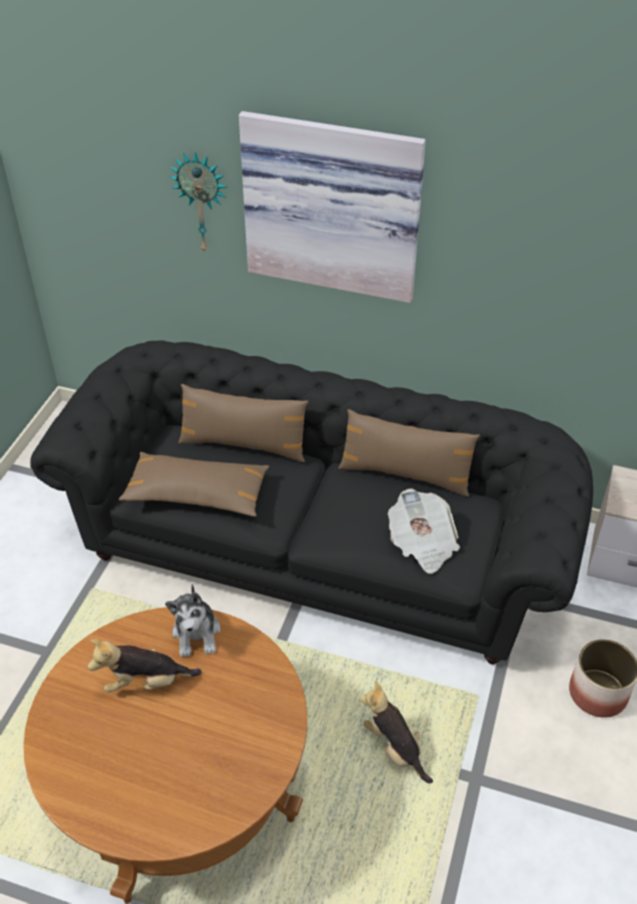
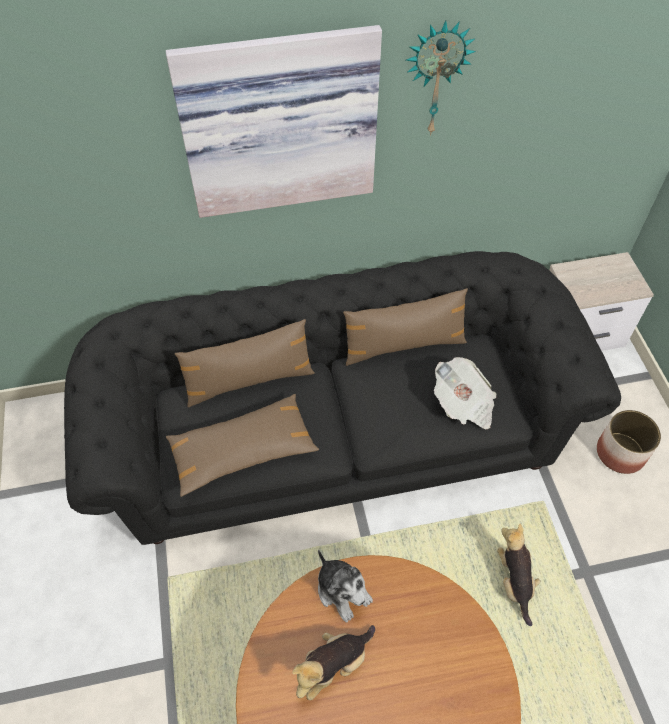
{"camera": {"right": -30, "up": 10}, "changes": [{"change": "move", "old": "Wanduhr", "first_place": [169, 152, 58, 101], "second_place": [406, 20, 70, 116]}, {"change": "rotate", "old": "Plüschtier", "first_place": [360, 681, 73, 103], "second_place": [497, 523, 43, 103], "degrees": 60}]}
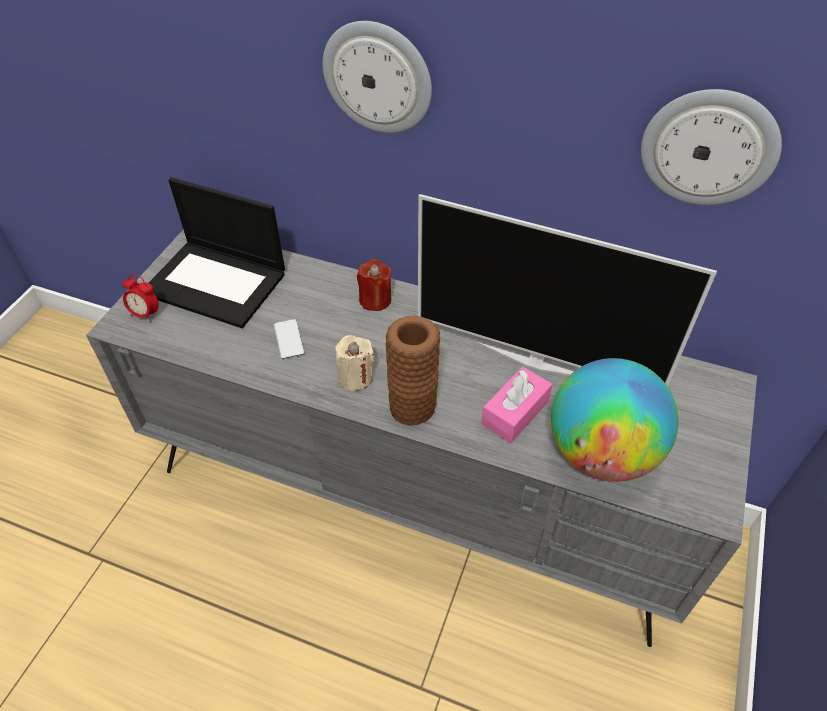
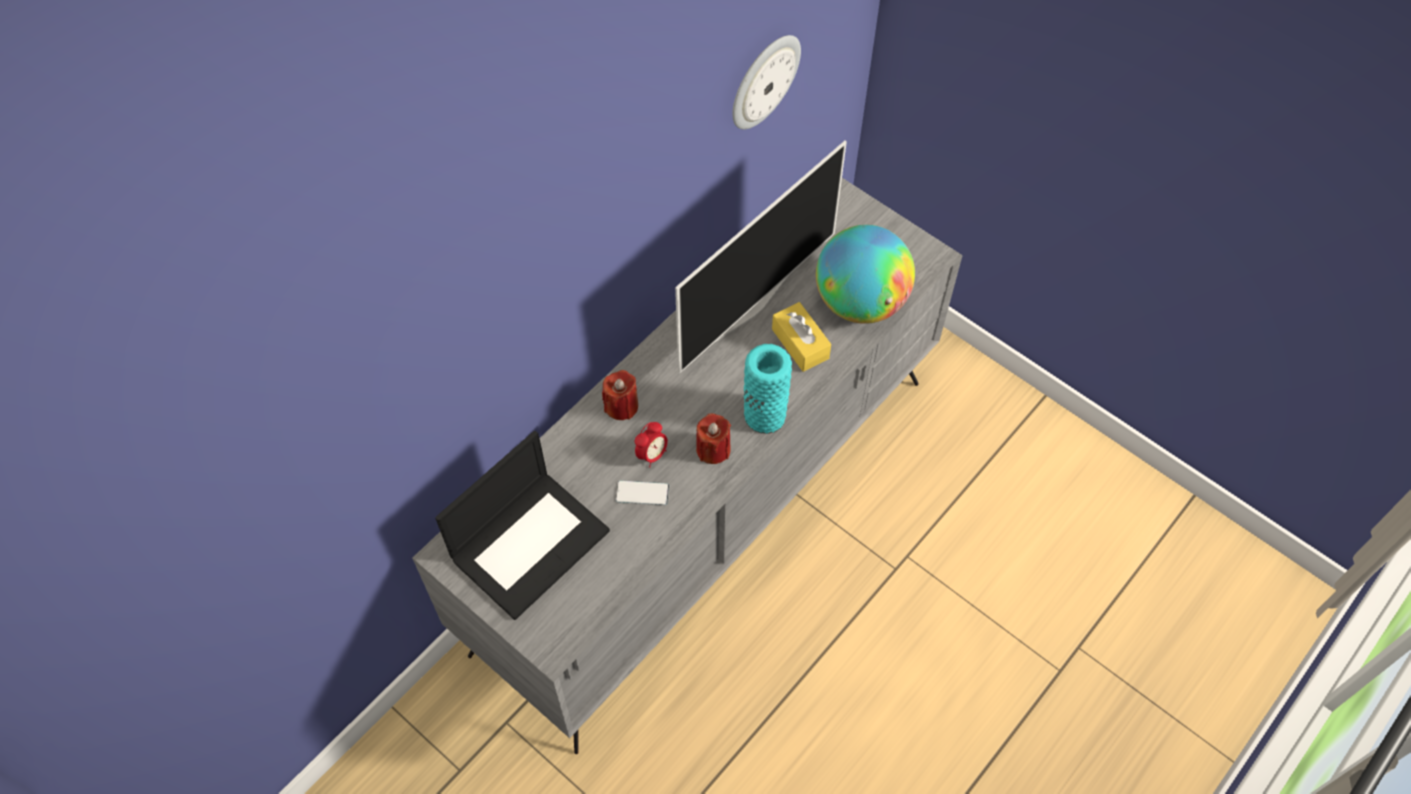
{"camera": {"right": -70, "up": 10}, "changes": [{"change": "delete", "old": "Wanduhr", "first_place": [323, 21, 109, 112]}, {"change": "move", "old": "Wecker", "first_place": [122, 274, 37, 48], "second_place": [635, 422, 33, 45]}, {"change": "recolor", "old": "Kerze (beige)", "new": "Kerze (rot)", "first_place": [335, 335, 39, 56], "second_place": [696, 413, 35, 51]}, {"change": "recolor", "old": "Vase (braun)", "new": "Vase (türkis)", "first_place": [386, 316, 54, 110], "second_place": [744, 344, 48, 90]}, {"change": "recolor", "old": "Taschentuchbox (rosa)", "new": "Taschentuchbox (gelb)", "first_place": [481, 367, 72, 76], "second_place": [772, 302, 59, 70]}]}
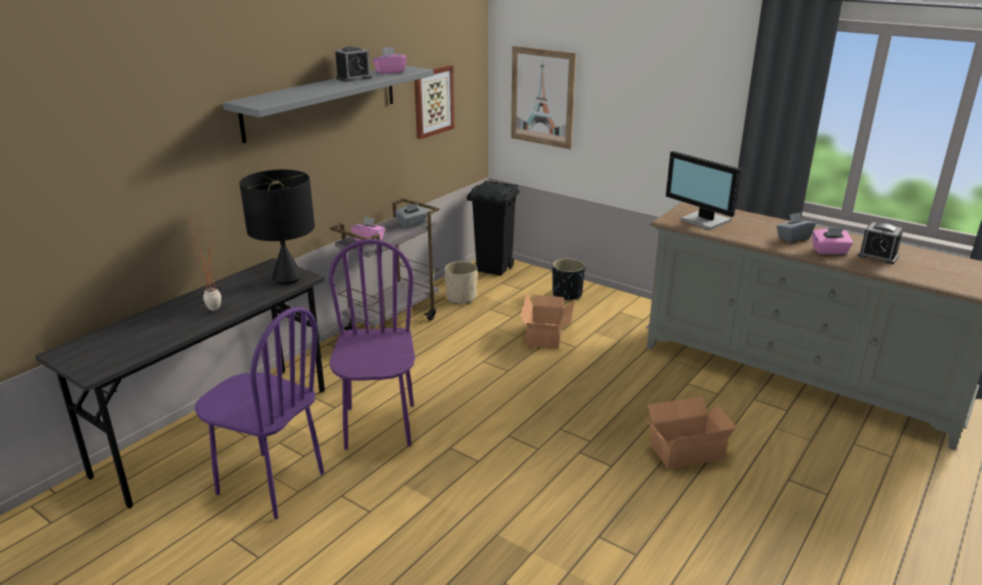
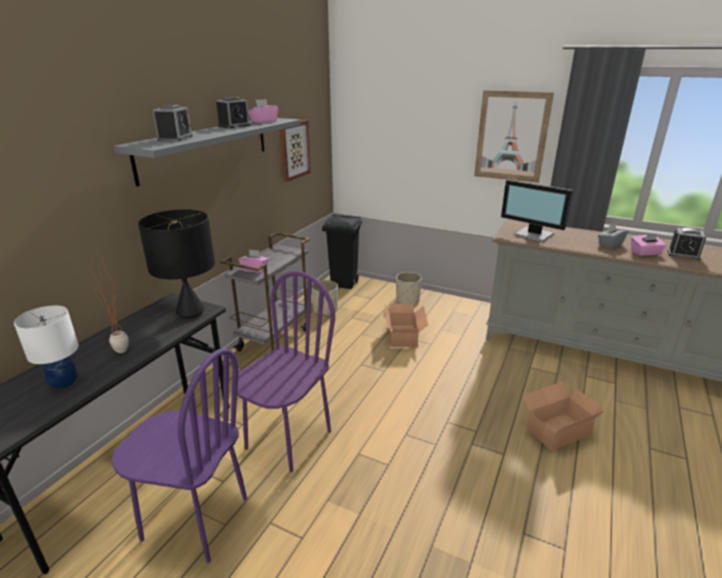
{"camera": {"right": -10, "up": 0}, "changes": [{"change": "delete", "old": "Taschentuchbox (grau)", "first_place": [395, 203, 32, 25]}, {"change": "insert", "new": "Tischlampe (weiß)", "second_place": [14, 306, 65, 83]}, {"change": "insert", "new": "Wecker", "second_place": [153, 105, 40, 37]}, {"change": "move", "old": "Bild", "first_place": [511, 46, 65, 103], "second_place": [474, 90, 80, 93]}, {"change": "recolor", "old": "Pflanzkübel (schwarz)", "new": "Pflanzkübel (beige)", "first_place": [552, 258, 33, 42], "second_place": [396, 272, 26, 32]}, {"change": "rotate", "old": "Stuhl (lila)", "first_place": [329, 239, 86, 211], "second_place": [237, 271, 98, 201], "degrees": 45}]}
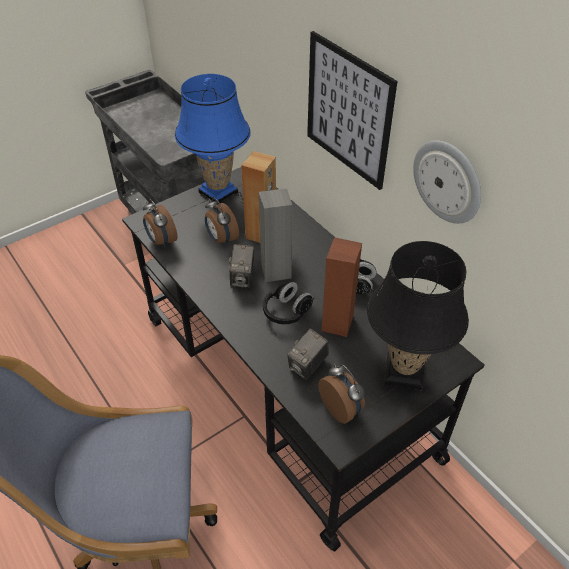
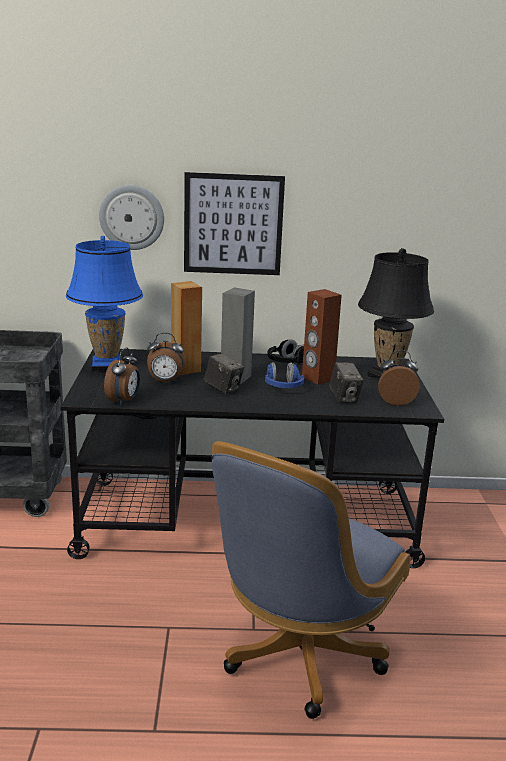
{"camera": {"right": -55, "up": -25}, "changes": [{"change": "move", "old": "Wanduhr", "first_place": [413, 140, 68, 84], "second_place": [99, 185, 65, 65]}, {"change": "recolor", "old": "Kopfhörer (schwarz)", "new": "Kopfhörer (blau)", "first_place": [263, 282, 52, 42], "second_place": [265, 362, 39, 26]}, {"change": "rotate", "old": "Wecker", "first_place": [143, 199, 35, 49], "second_place": [104, 347, 36, 58], "degrees": -75}]}
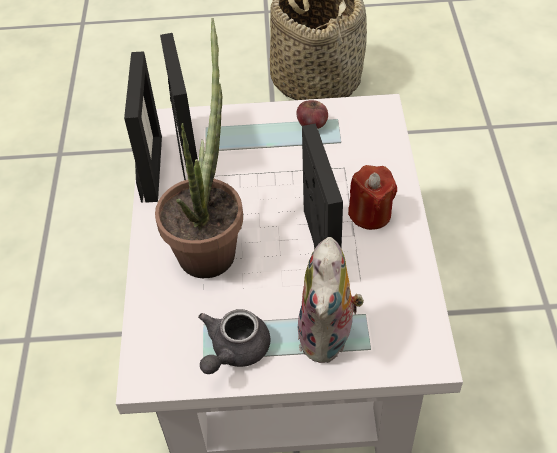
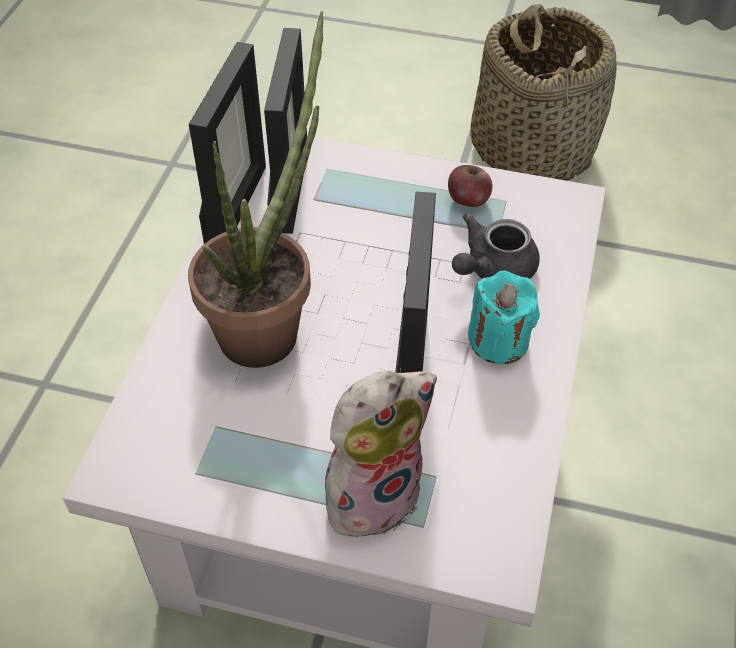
{"camera": {"right": 15, "up": 0}, "changes": [{"change": "move", "old": "Teekanne (grau)", "first_place": [198, 309, 72, 65], "second_place": [452, 213, 88, 66]}, {"change": "recolor", "old": "Kerze (rot)", "new": "Kerze (türkis)", "first_place": [348, 165, 49, 65], "second_place": [468, 271, 72, 93]}, {"change": "rotate", "old": "Plüschtier", "first_place": [298, 237, 66, 126], "second_place": [325, 371, 112, 173], "degrees": -150}]}
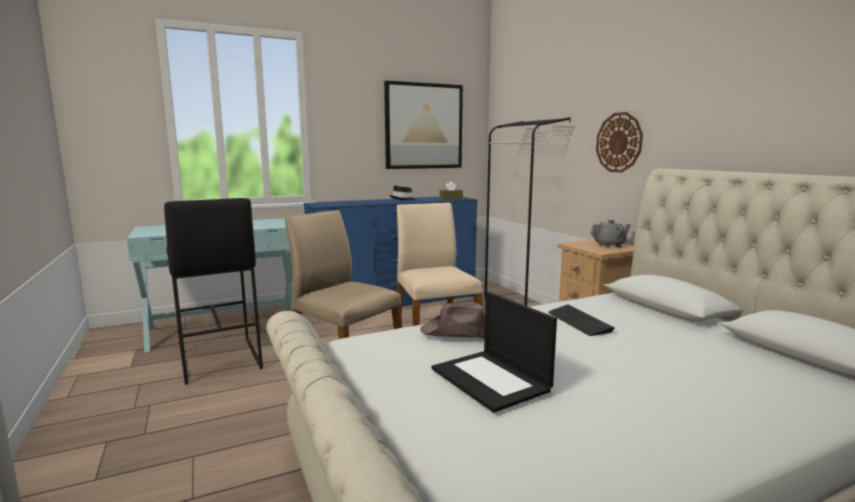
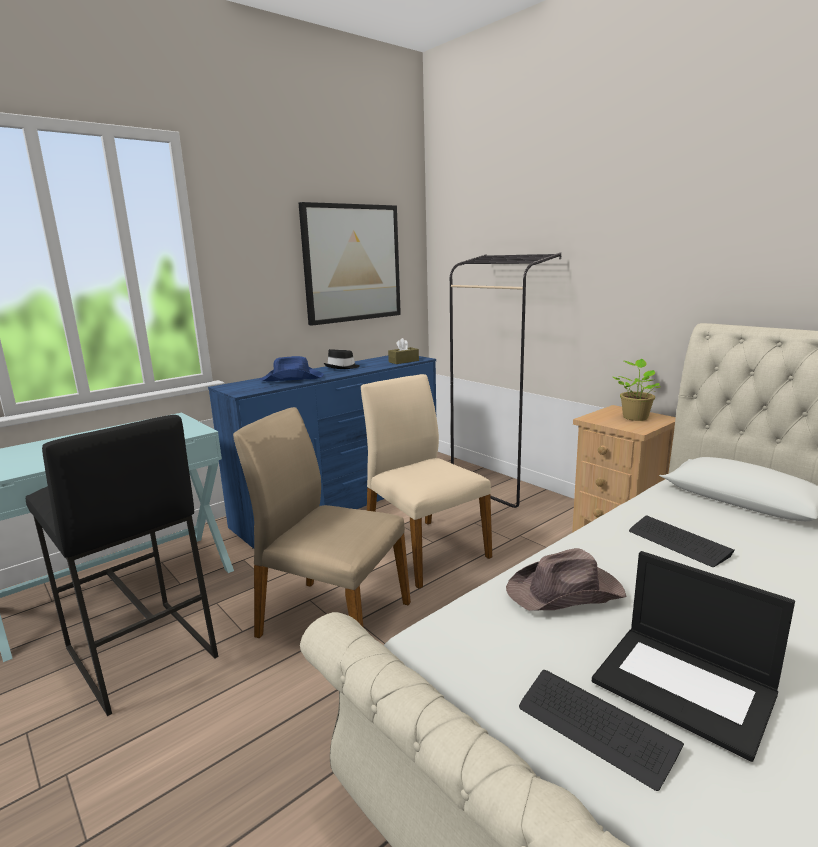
{"camera": {"right": -15, "up": 5}, "changes": [{"change": "delete", "old": "Wanduhr", "first_place": [596, 112, 47, 61]}, {"change": "insert", "new": "Hut (blau)", "second_place": [259, 356, 65, 26]}, {"change": "insert", "new": "Tastatur", "second_place": [519, 670, 165, 121]}, {"change": "replace", "old": "Teekanne (grau)", "new": "Topfpflanze", "first_place": [590, 219, 41, 29], "second_place": [613, 359, 47, 62]}]}
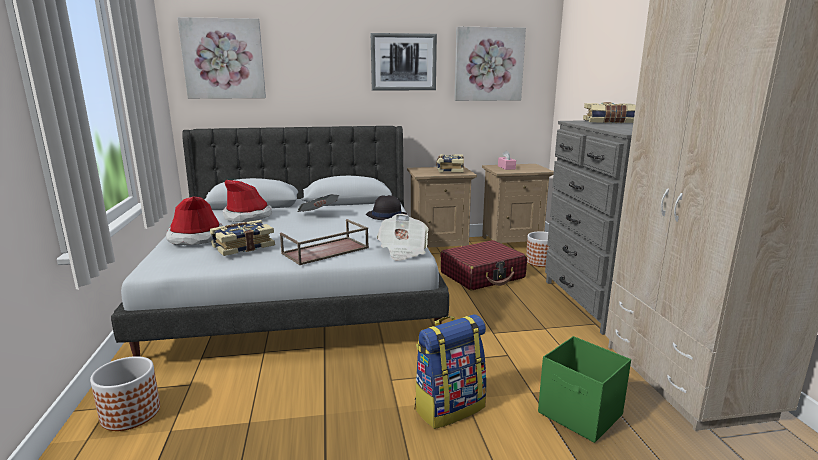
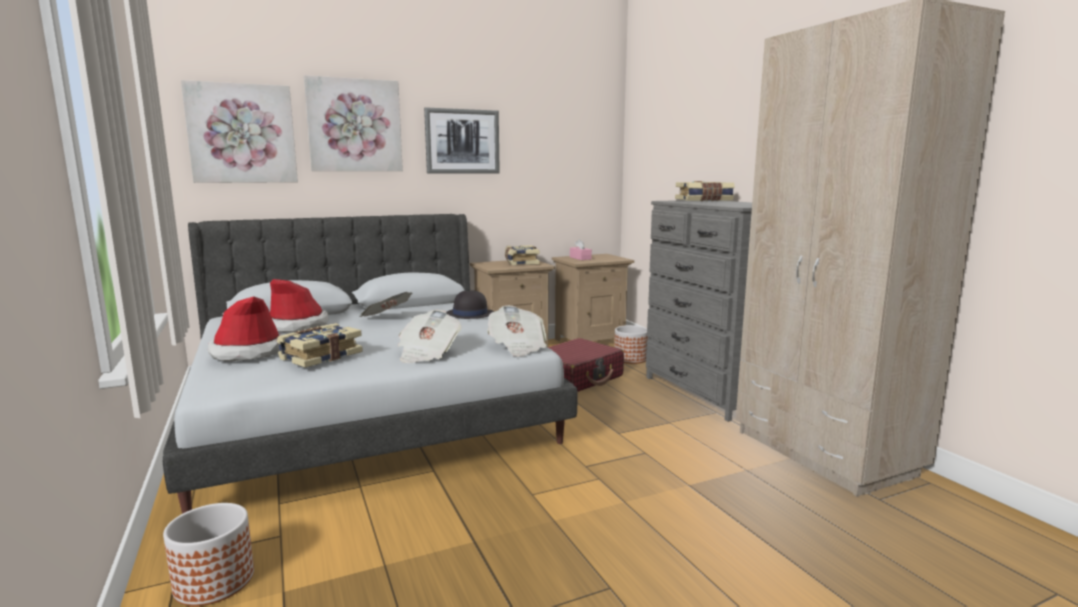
{"camera": {"right": -15, "up": -5}, "changes": [{"change": "delete", "old": "Rucksack", "first_place": [414, 314, 73, 115]}, {"change": "delete", "old": "Aufbewahrungsbox (grün)", "first_place": [538, 336, 93, 107]}, {"change": "move", "old": "Bild", "first_place": [454, 27, 72, 74], "second_place": [304, 75, 99, 96]}, {"change": "replace", "old": "Tablett (braun)", "new": "Zeitung", "first_place": [280, 219, 89, 46], "second_place": [398, 310, 63, 53]}]}
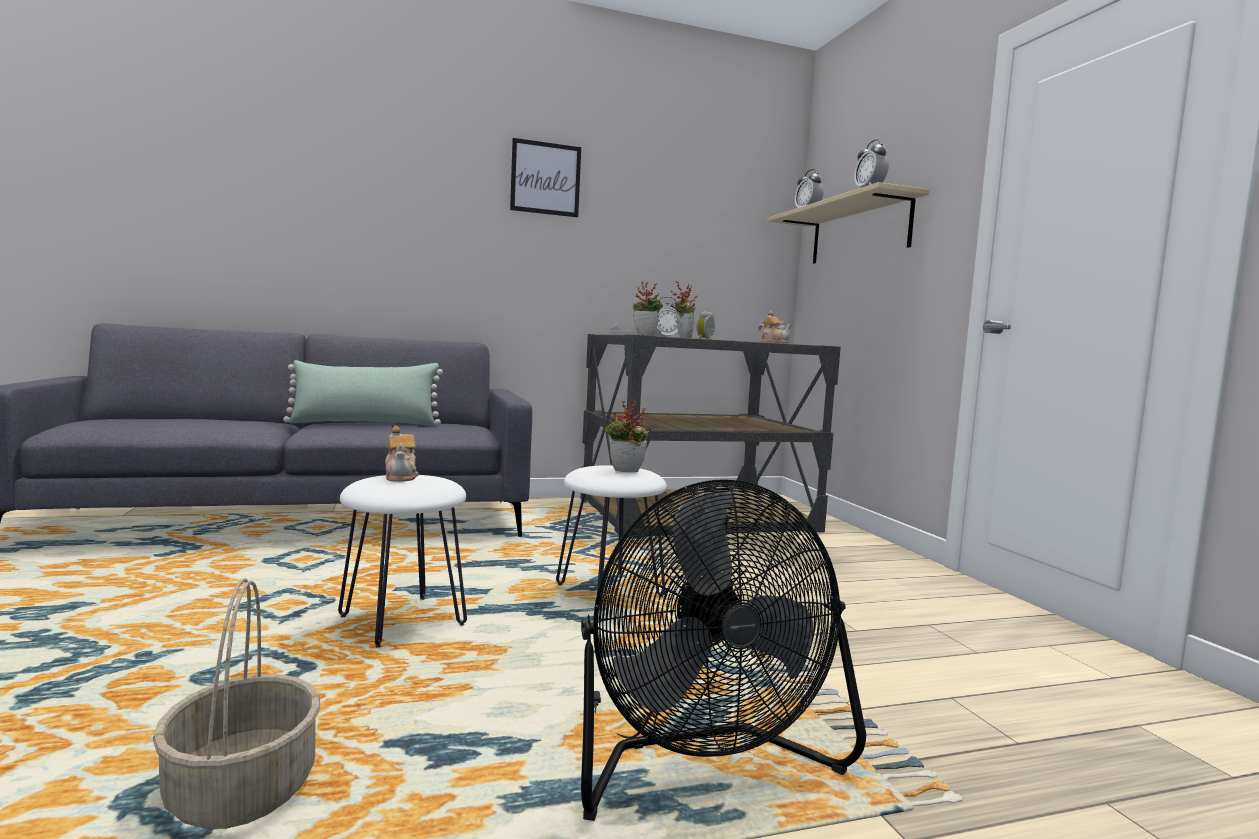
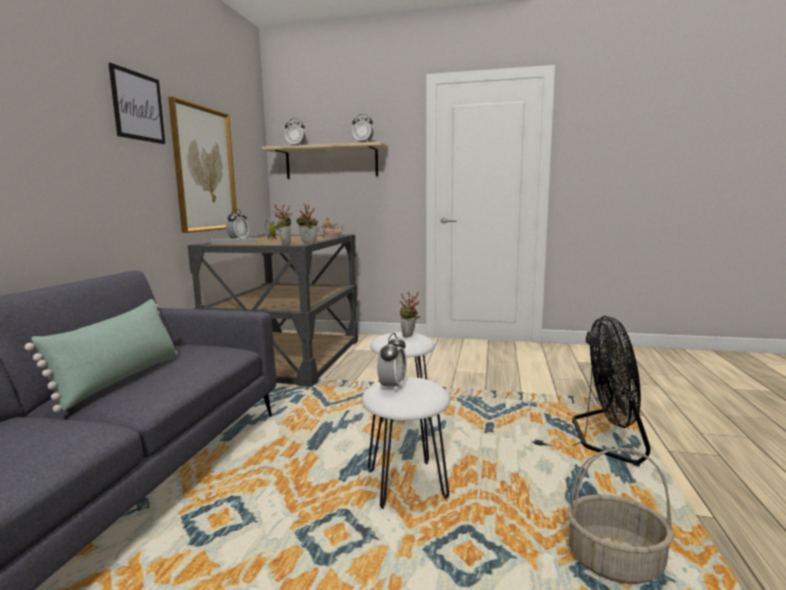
{"camera": {"right": -60, "up": 5}, "changes": [{"change": "insert", "new": "Bild", "second_place": [168, 97, 69, 136]}, {"change": "replace", "old": "Teekanne", "new": "Wecker", "first_place": [385, 426, 34, 56], "second_place": [377, 333, 30, 59]}]}
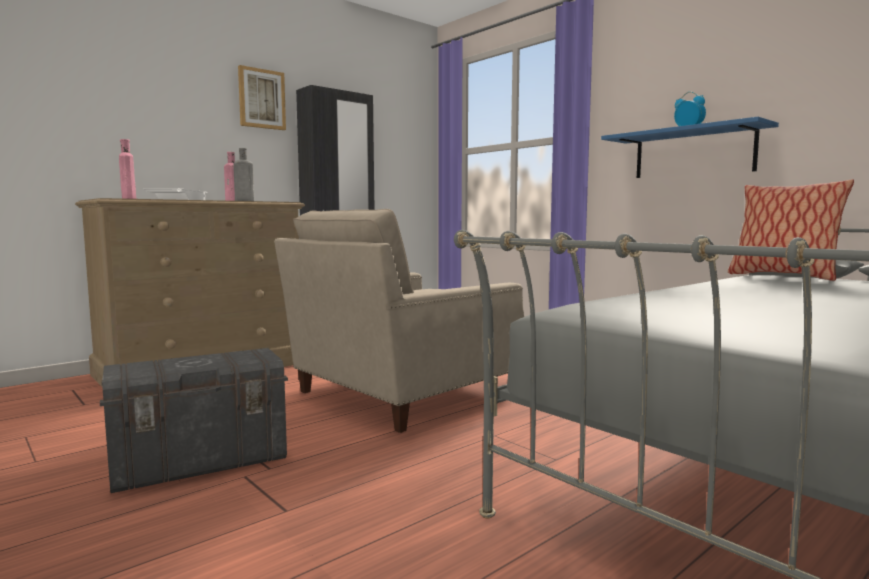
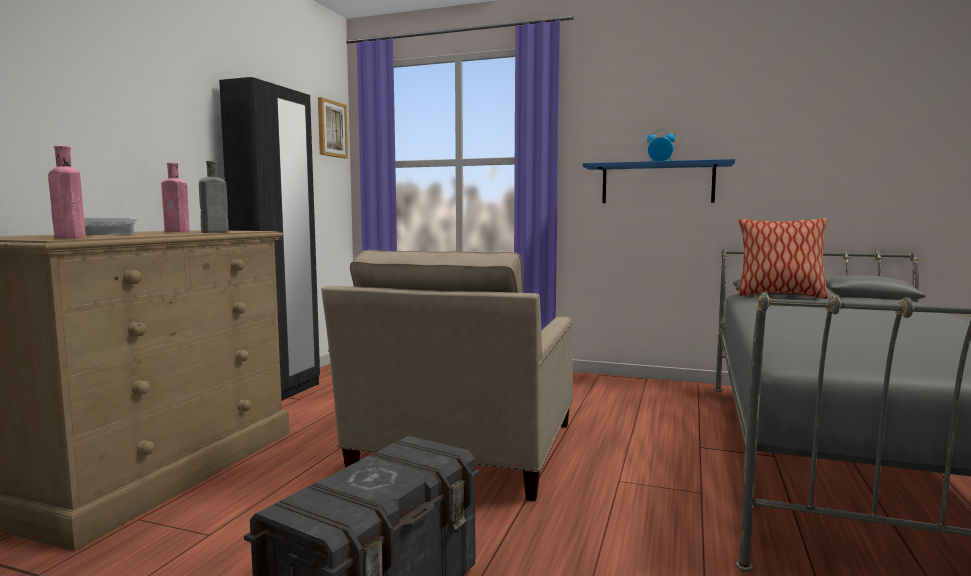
{"camera": {"right": -30, "up": 0}, "changes": [{"change": "move", "old": "Bild", "first_place": [238, 65, 48, 65], "second_place": [318, 97, 30, 61]}]}
